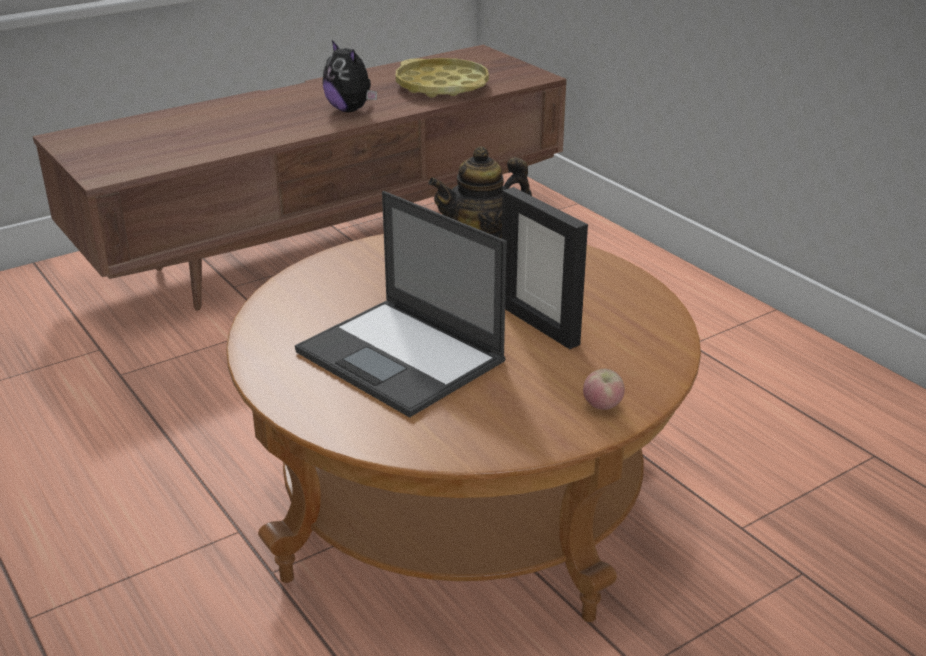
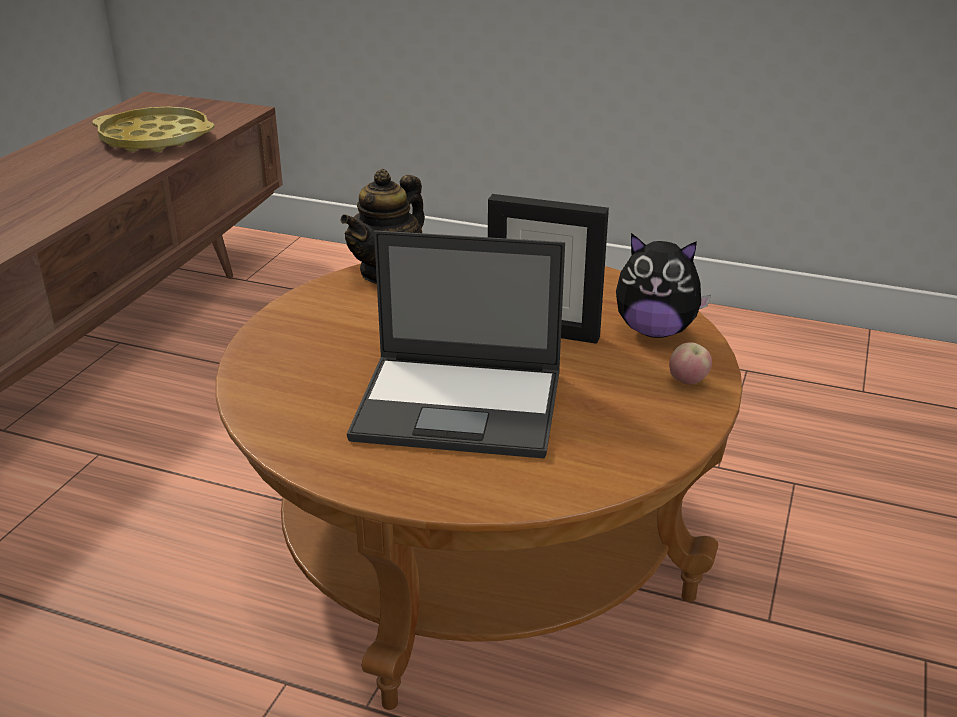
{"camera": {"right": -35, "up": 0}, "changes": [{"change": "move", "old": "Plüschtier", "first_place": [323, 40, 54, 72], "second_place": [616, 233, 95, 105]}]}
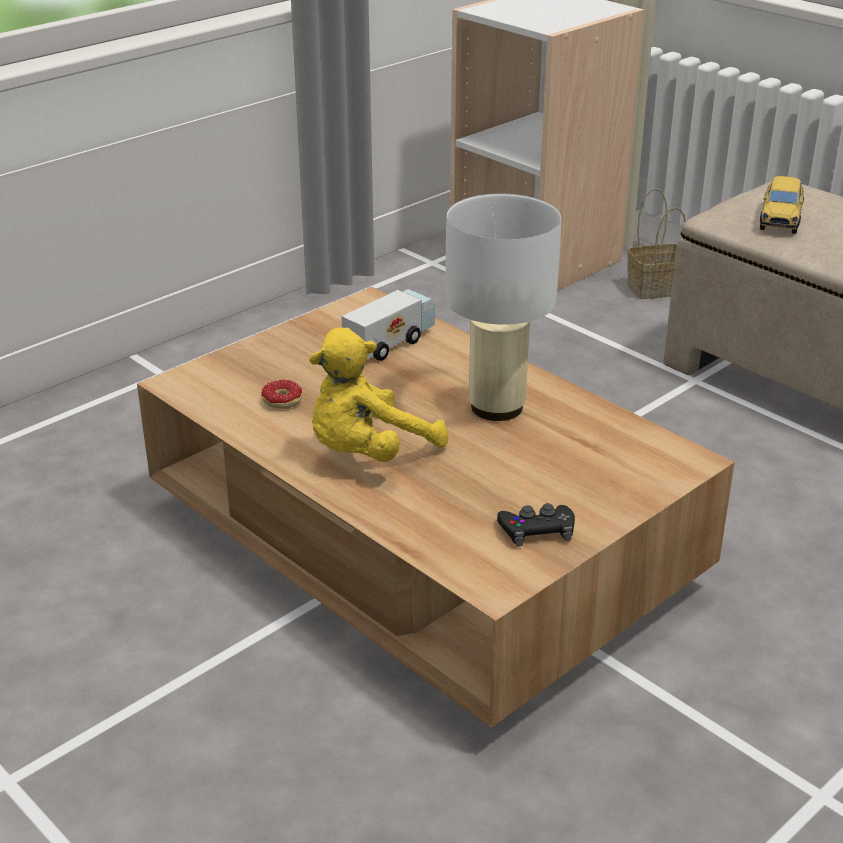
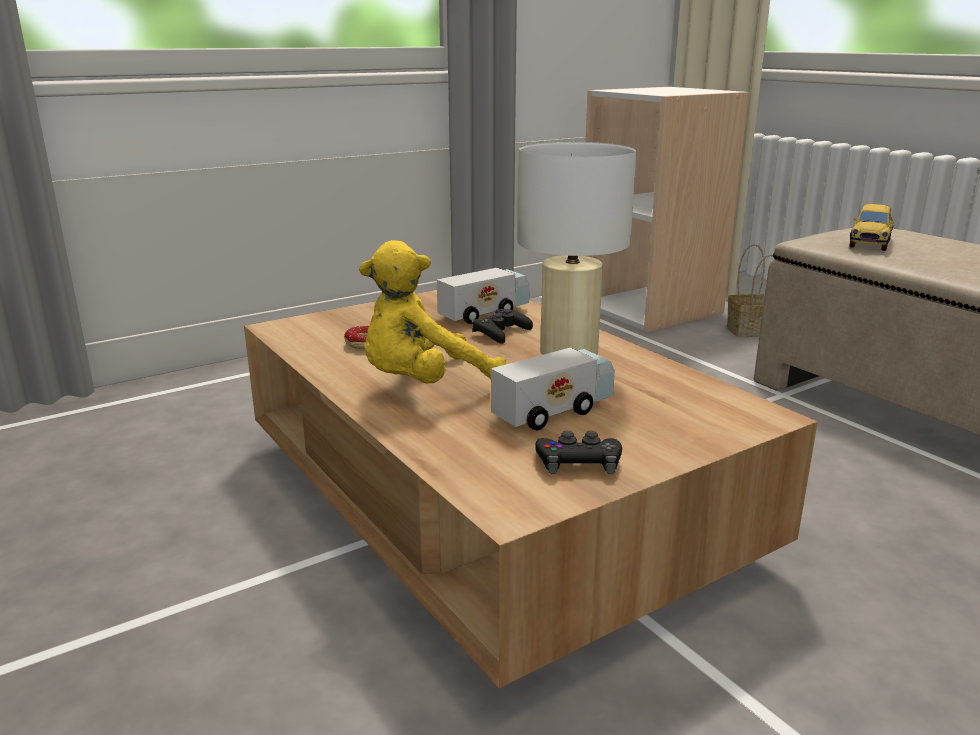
{"camera": {"right": 10, "up": -10}, "changes": [{"change": "insert", "new": "Gamepad (schwarz)", "second_place": [472, 309, 61, 35]}, {"change": "insert", "new": "Spielzeuglaster", "second_place": [491, 348, 124, 82]}]}
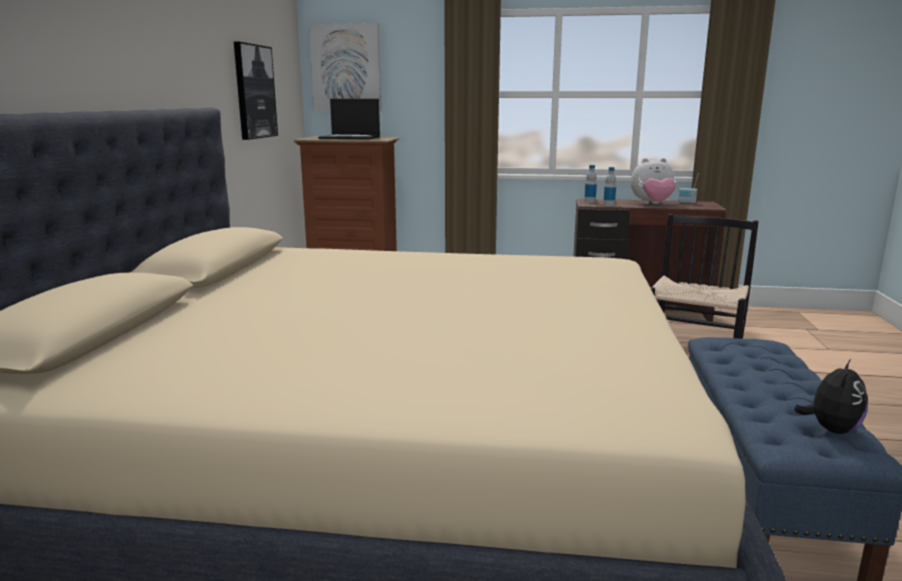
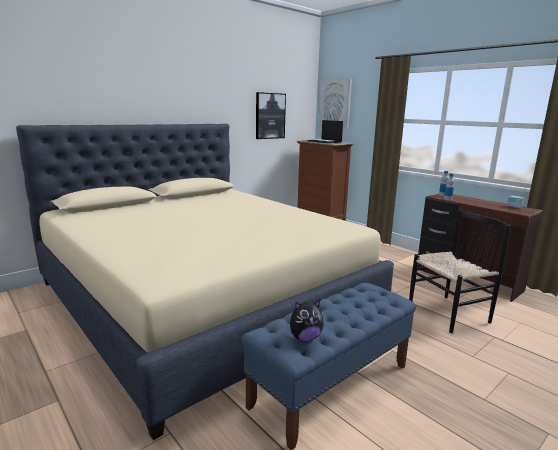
{"camera": {"right": 40, "up": 0}, "changes": [{"change": "delete", "old": "Plüschtier", "first_place": [631, 158, 45, 46]}]}
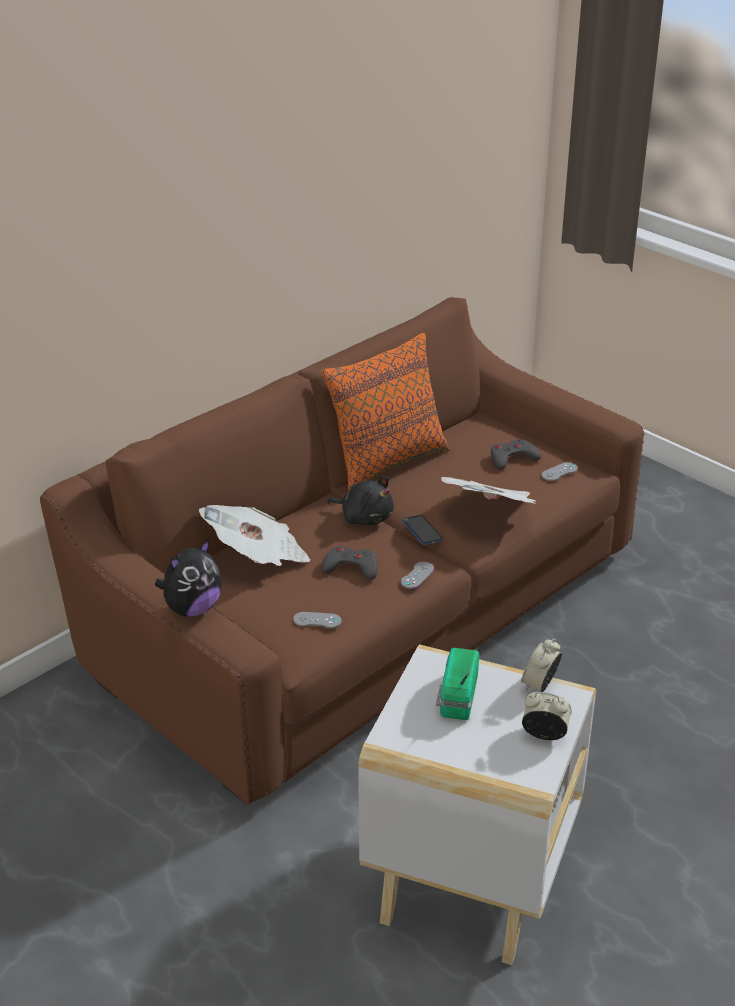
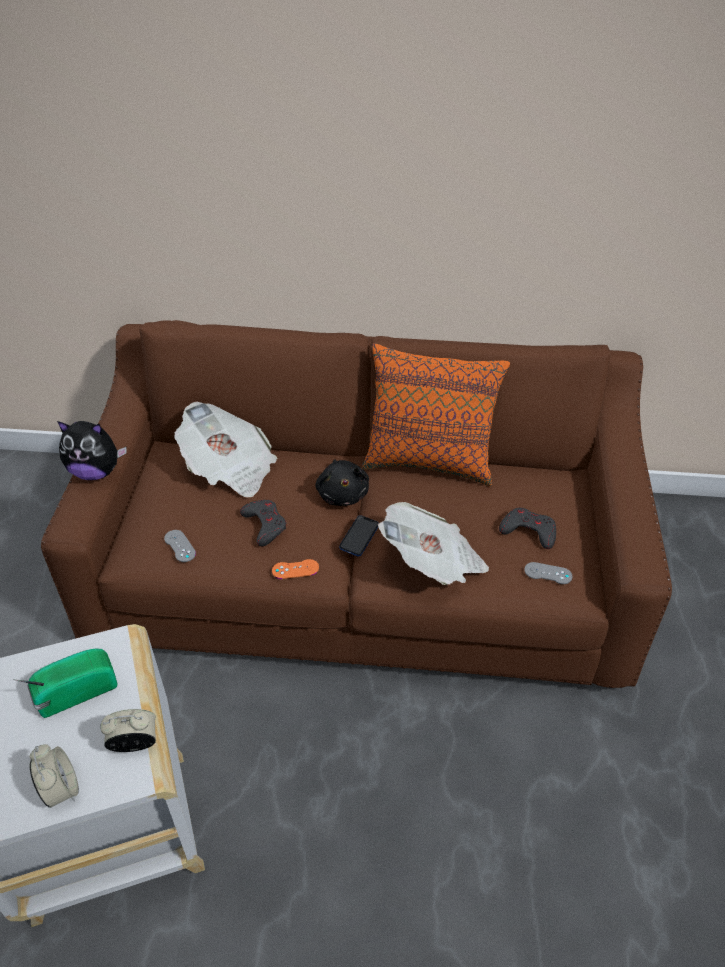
{"camera": {"right": 50, "up": 10}, "changes": [{"change": "recolor", "old": "Gamepad (grau)", "new": "Gamepad (orange)", "first_place": [401, 562, 33, 27], "second_place": [272, 559, 47, 20]}]}
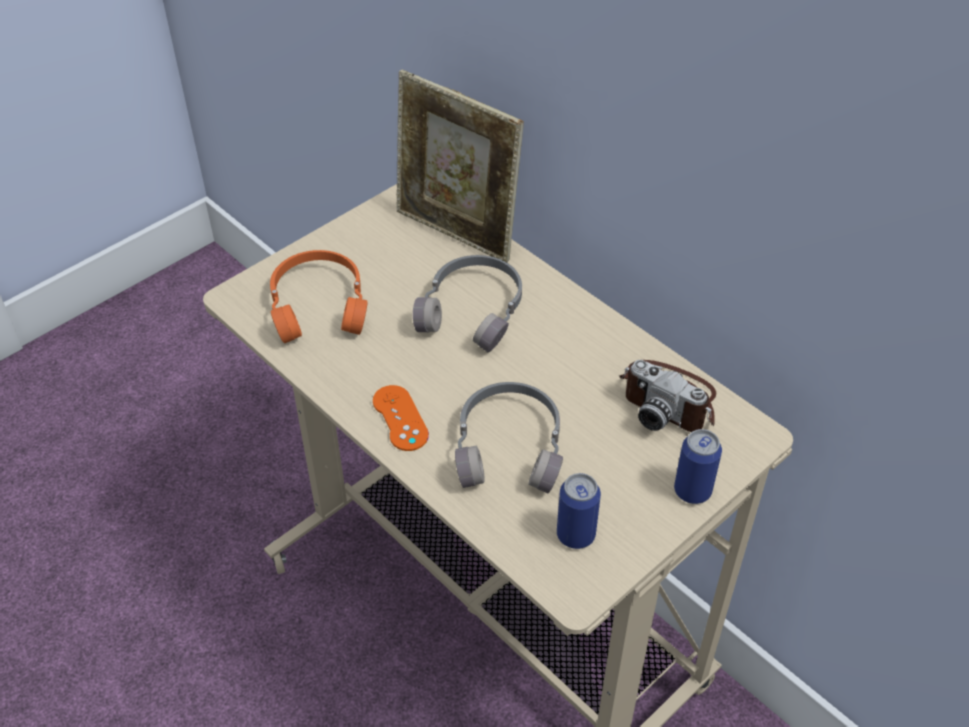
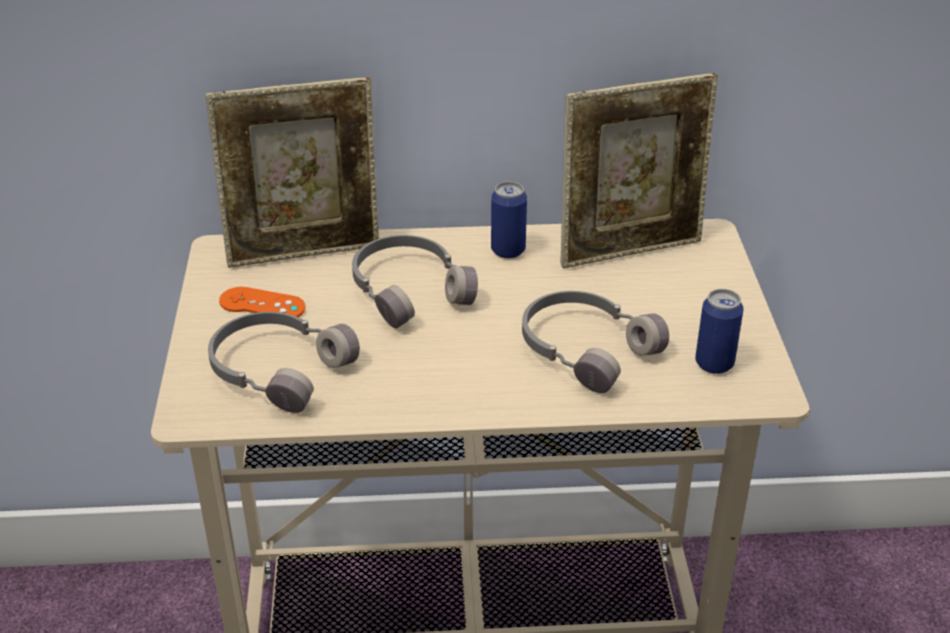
{"camera": {"right": -50, "up": -10}, "changes": [{"change": "move", "old": "Gamepad (orange)", "first_place": [373, 385, 56, 66], "second_place": [219, 287, 86, 30]}, {"change": "move", "old": "Dose", "first_place": [674, 429, 48, 75], "second_place": [491, 181, 36, 78]}, {"change": "replace", "old": "Kamera", "new": "Bilderrahmen", "first_place": [619, 360, 97, 72], "second_place": [560, 73, 158, 195]}, {"change": "recolor", "old": "Kopfhörer (orange)", "new": "Kopfhörer (grau)", "first_place": [270, 250, 98, 94], "second_place": [208, 312, 152, 101]}]}
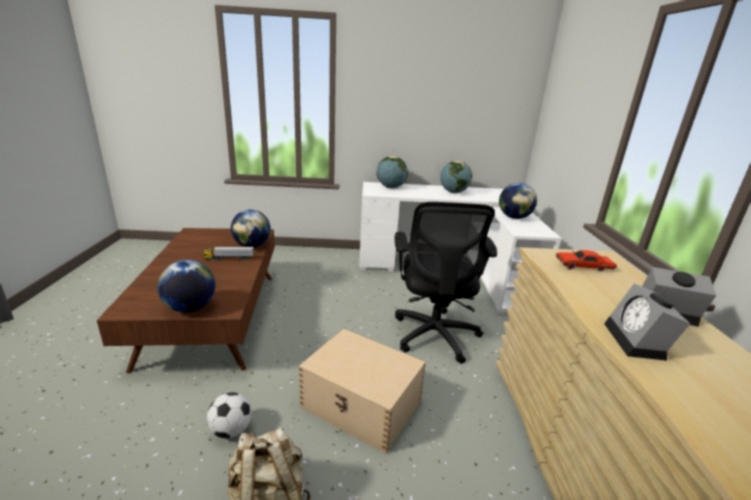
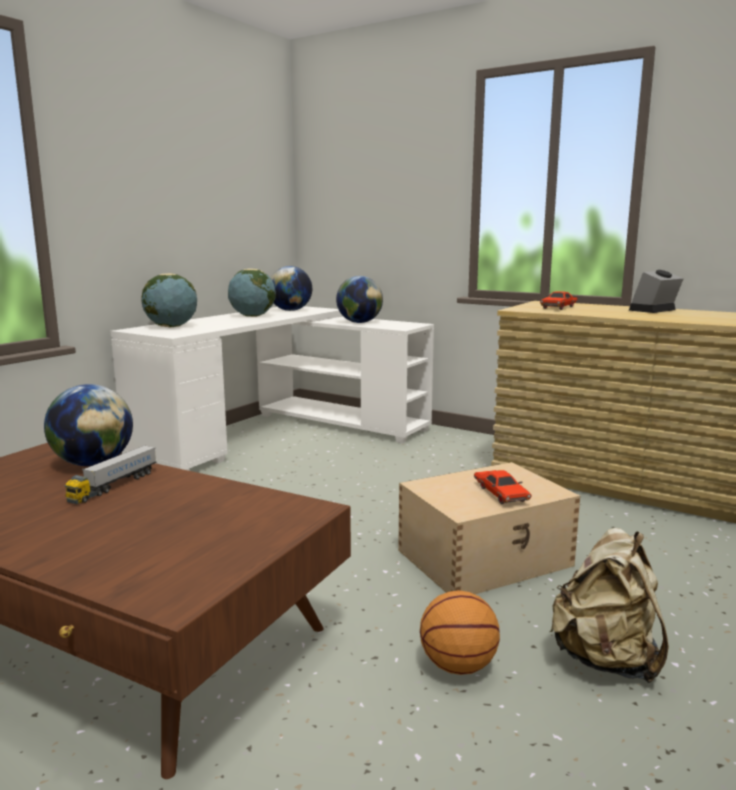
{"camera": {"right": -55, "up": -10}, "changes": [{"change": "delete", "old": "Bürostuhl (schwarz)", "first_place": [395, 202, 102, 162]}, {"change": "delete", "old": "Wecker", "first_place": [604, 283, 86, 78]}, {"change": "insert", "new": "Spielzeugauto (rot)", "second_place": [474, 470, 58, 34]}, {"change": "move", "old": "Globus", "first_place": [157, 260, 58, 52], "second_place": [270, 266, 42, 45]}, {"change": "replace", "old": "Fußball", "new": "Basketball", "first_place": [207, 392, 45, 46], "second_place": [420, 590, 80, 85]}]}
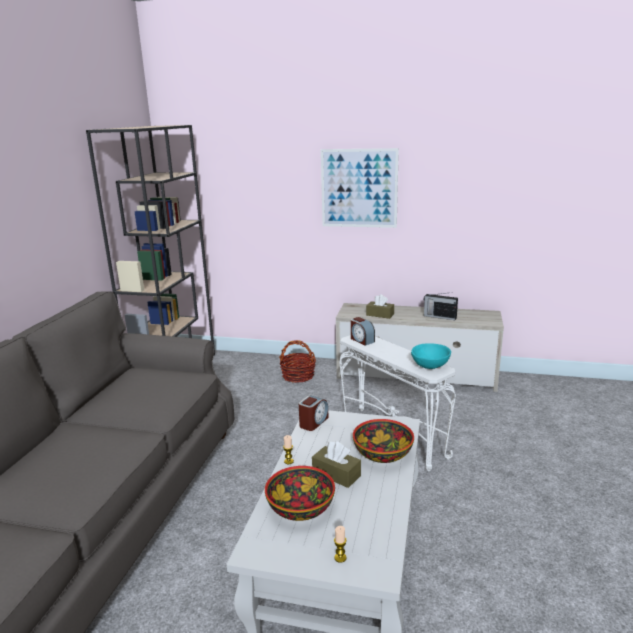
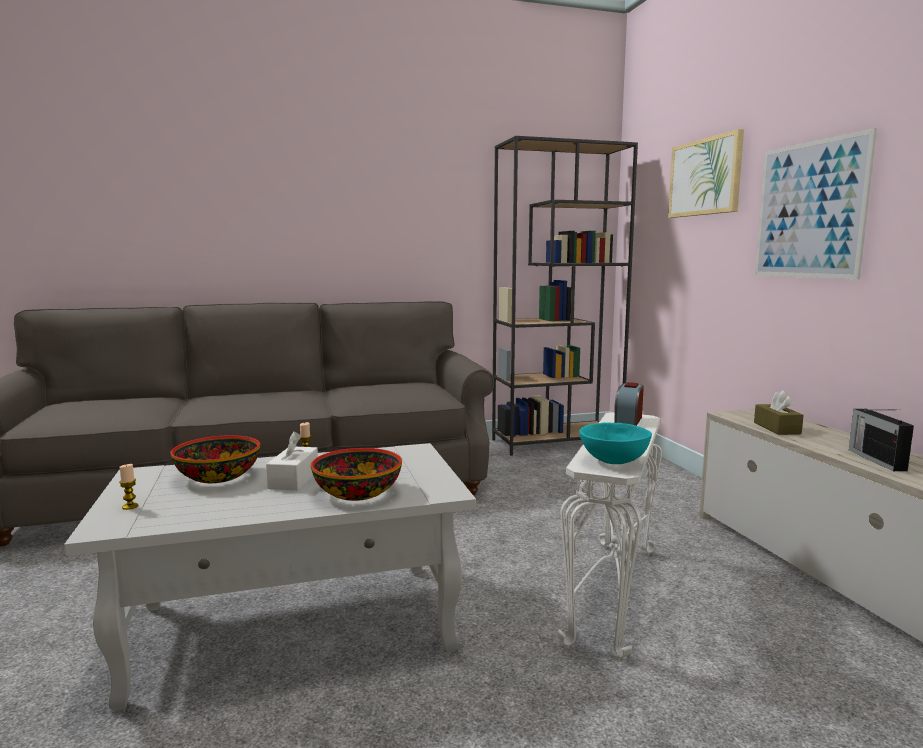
{"camera": {"right": 60, "up": -10}, "changes": [{"change": "delete", "old": "Korb", "first_place": [279, 340, 37, 43]}, {"change": "delete", "old": "Wecker", "first_place": [299, 395, 29, 36]}, {"change": "insert", "new": "Bild", "second_place": [668, 129, 76, 89]}, {"change": "recolor", "old": "Taschentuchbox (braun)", "new": "Taschentuchbox (weiß)", "first_place": [312, 441, 49, 47], "second_place": [266, 431, 52, 59]}]}
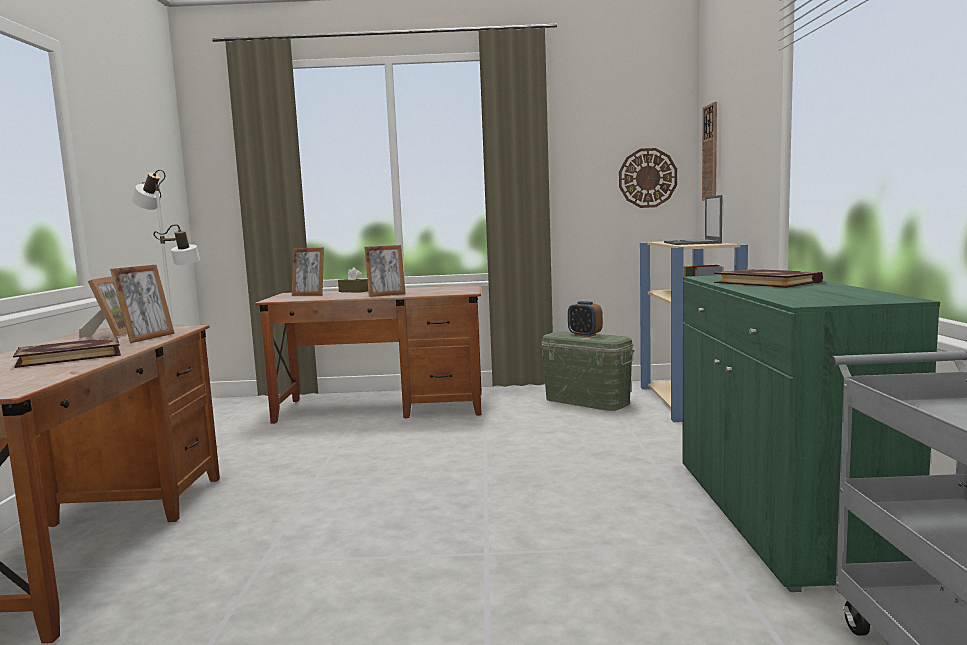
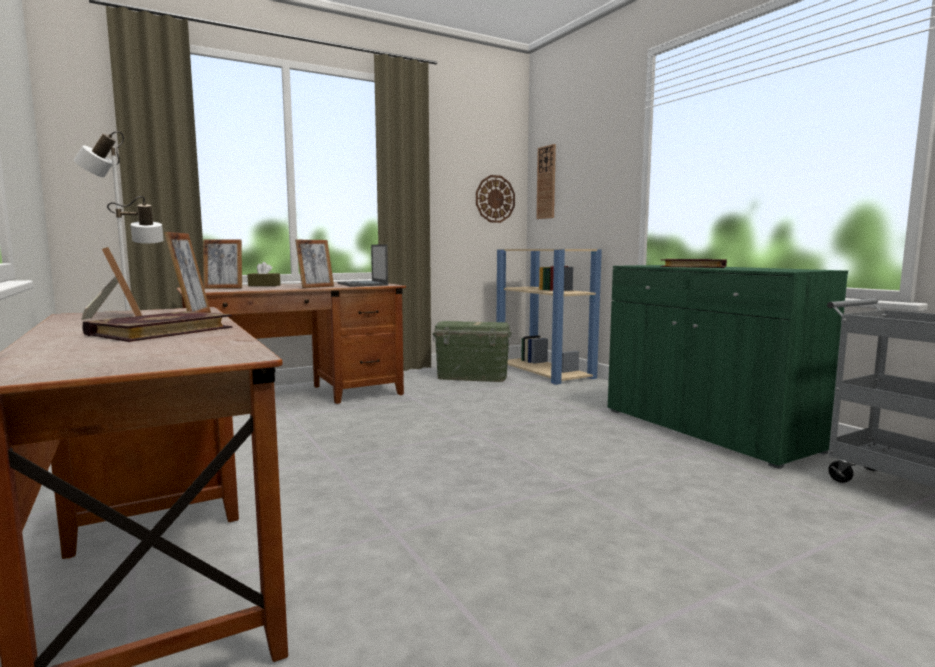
{"camera": {"right": -30, "up": 0}, "changes": [{"change": "delete", "old": "Wecker", "first_place": [568, 301, 35, 36]}, {"change": "move", "old": "Laptop", "first_place": [664, 195, 58, 50], "second_place": [338, 244, 50, 43]}]}
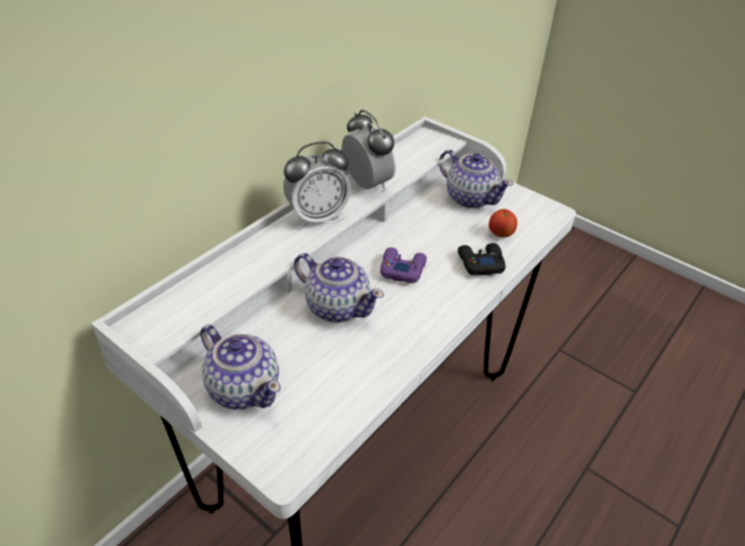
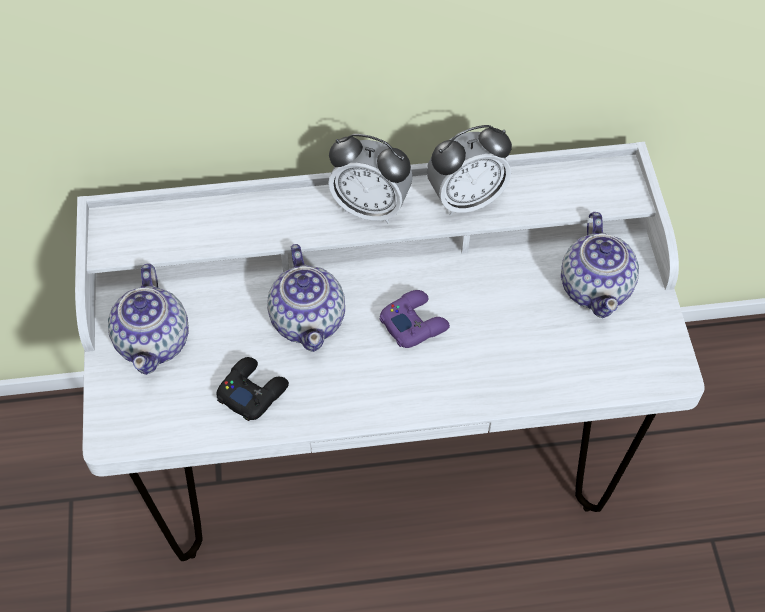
{"camera": {"right": 45, "up": 15}, "changes": [{"change": "delete", "old": "Apfel", "first_place": [489, 209, 28, 29]}, {"change": "move", "old": "Gamepad (schwarz)", "first_place": [458, 243, 47, 33], "second_place": [216, 357, 73, 64]}, {"change": "rotate", "old": "Wecker", "first_place": [342, 110, 54, 80], "second_place": [427, 125, 85, 91], "degrees": 60}]}
